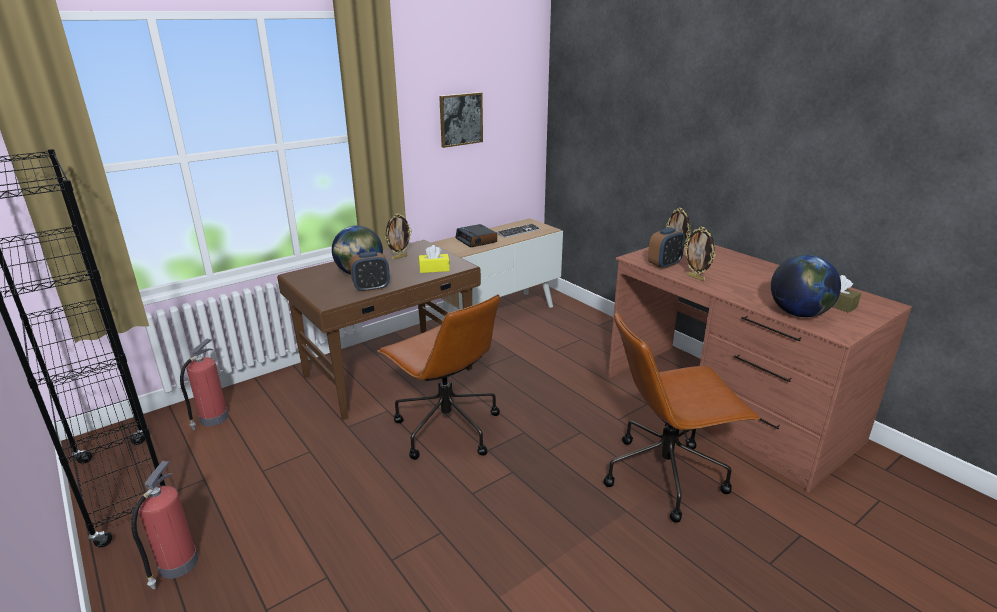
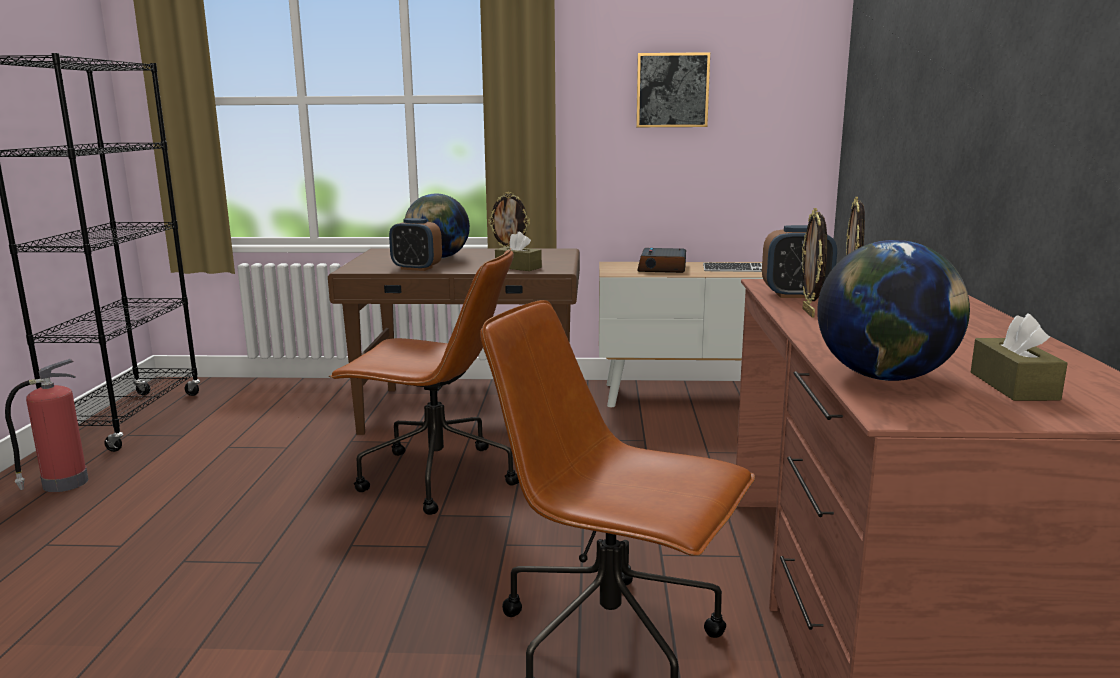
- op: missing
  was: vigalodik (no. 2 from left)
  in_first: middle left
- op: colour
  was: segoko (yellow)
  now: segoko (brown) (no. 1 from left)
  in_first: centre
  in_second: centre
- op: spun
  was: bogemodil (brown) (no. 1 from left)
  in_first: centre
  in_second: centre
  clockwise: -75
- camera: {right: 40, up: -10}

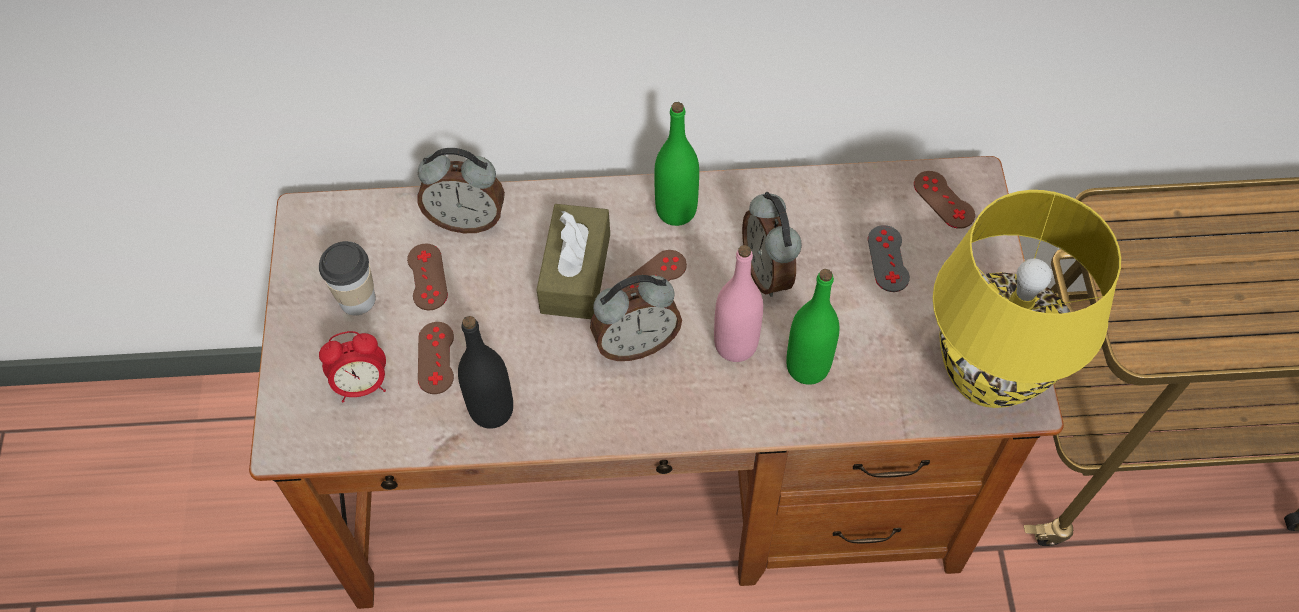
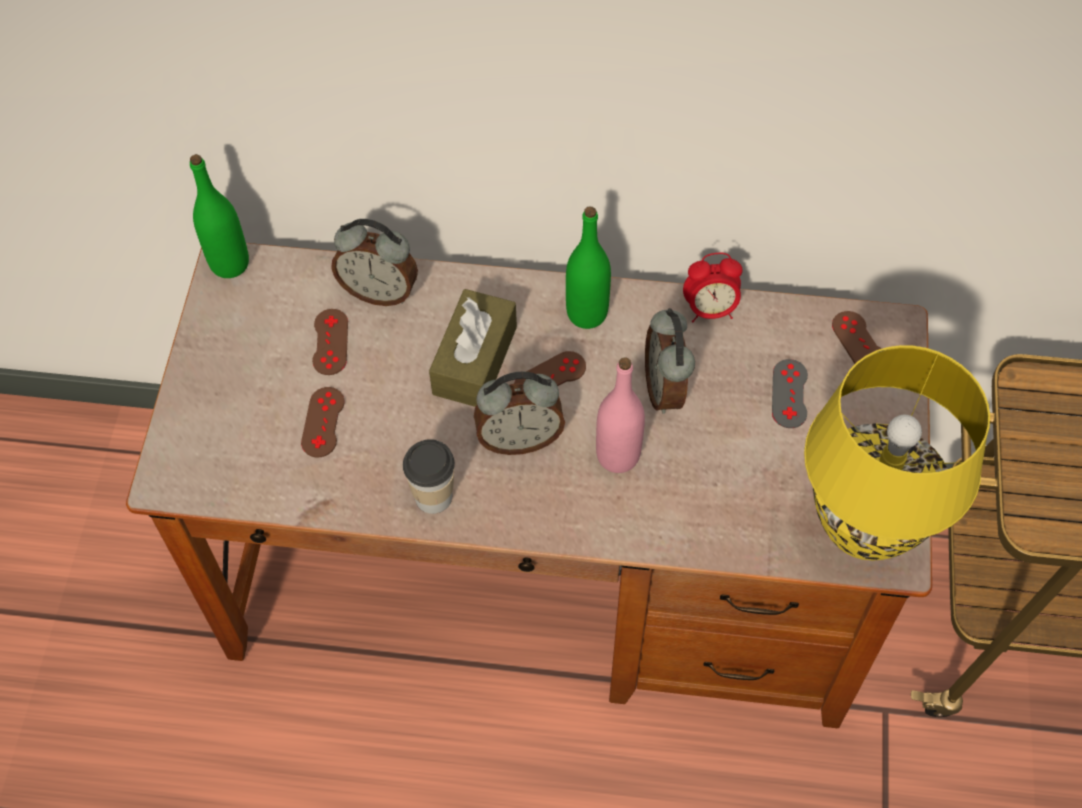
- op: missing
  was: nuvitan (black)
  in_first: centre
- op: relocated
  was: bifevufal
  in_first: middle left
  in_second: centre
- op: relocated
  was: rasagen (no. 1 from left in the first image)
  now: rasagen (no. 4 from left)
  in_first: middle left
  in_second: centre
- op: relocated
  was: nuvitan (green) (no. 2 from left in the first image)
  now: nuvitan (green) (no. 1 from left)
  in_first: centre
  in_second: top left
- camera: {right: 10, up: 0}

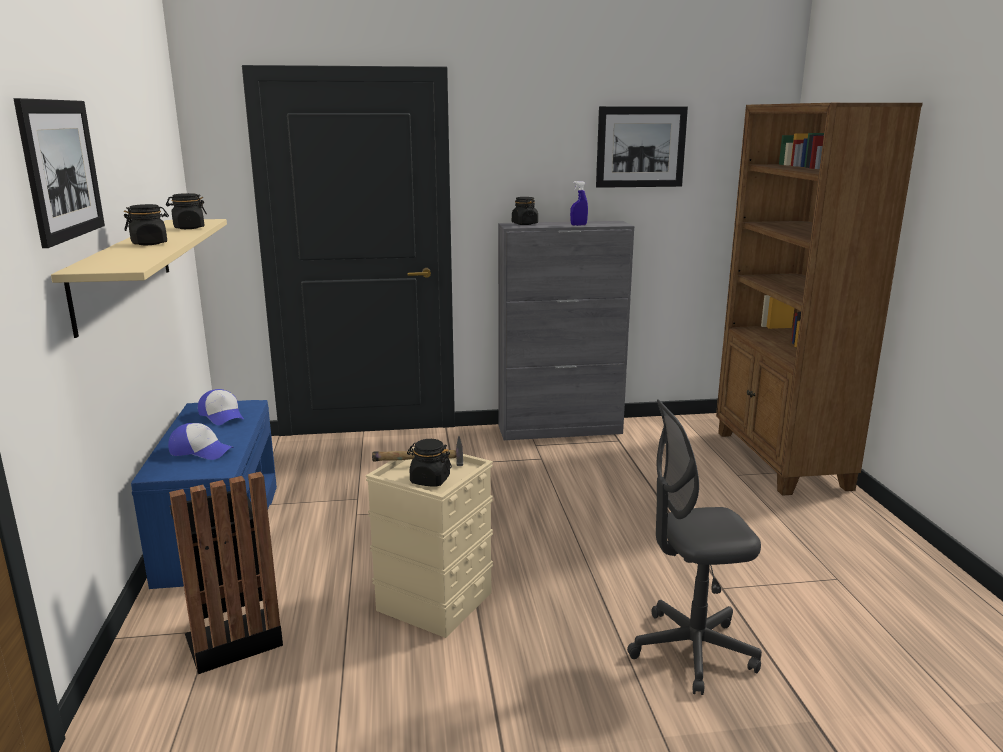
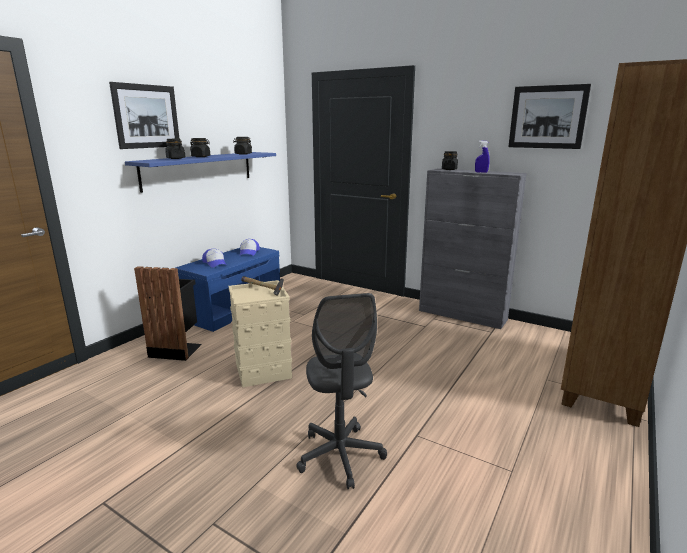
- op: relocated
  was: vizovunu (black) (no. 3 from left in the first image)
  now: vizovunu (black) (no. 1 from left)
  in_first: centre
  in_second: top left
- op: colour
  was: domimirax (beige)
  now: domimirax (blue)
  in_first: middle left
  in_second: top left
- op: spun
  was: bogemodil (grey)
  in_first: bottom right
  in_second: bottom centre
  clockwise: -135
- camera: {right: 40, up: 0}

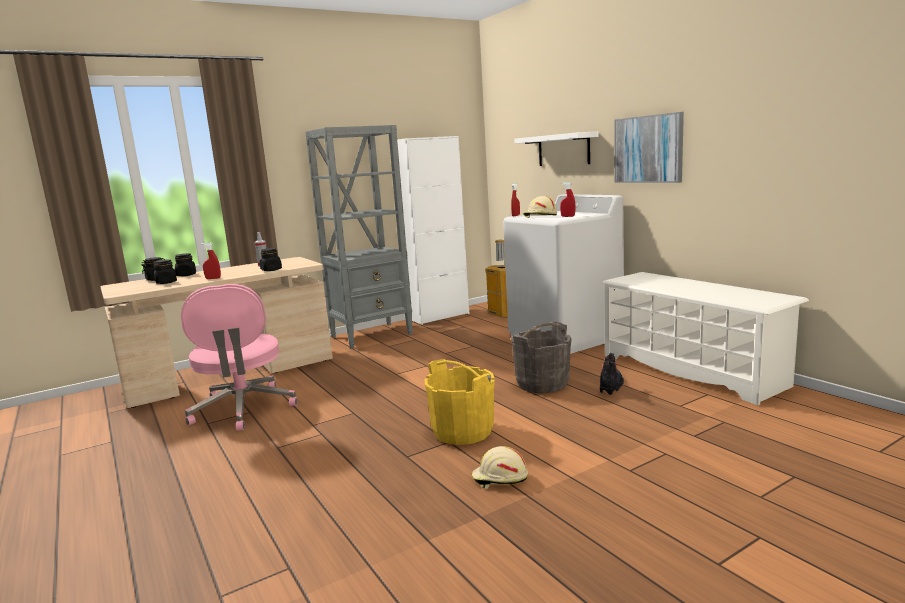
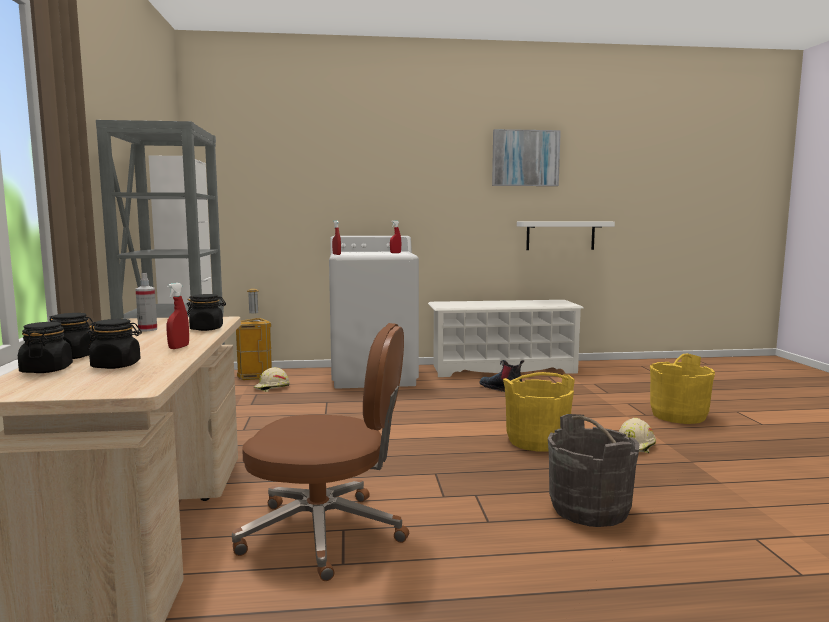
- op: appeared
  now: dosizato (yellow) (no. 2 from left)
  in_second: middle right
- op: relocated
  was: dosizato (grey)
  in_first: centre
  in_second: bottom right
- op: relocated
  was: domimirax (white)
  in_first: top centre
  in_second: middle right
- op: relocated
  was: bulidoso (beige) (no. 2 from left in the first image)
  now: bulidoso (beige) (no. 1 from left)
  in_first: centre
  in_second: middle left
- op: relocated
  was: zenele
  in_first: top right
  in_second: top centre
- op: colour
  was: bogemodil (pink)
  now: bogemodil (brown)
  in_first: middle left
  in_second: bottom centre
- camera: {right: -65, up: -5}

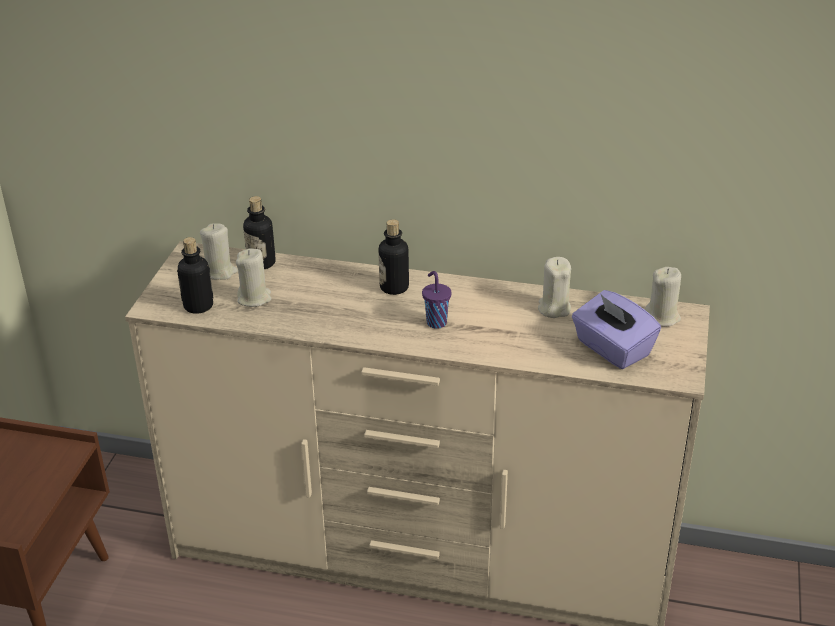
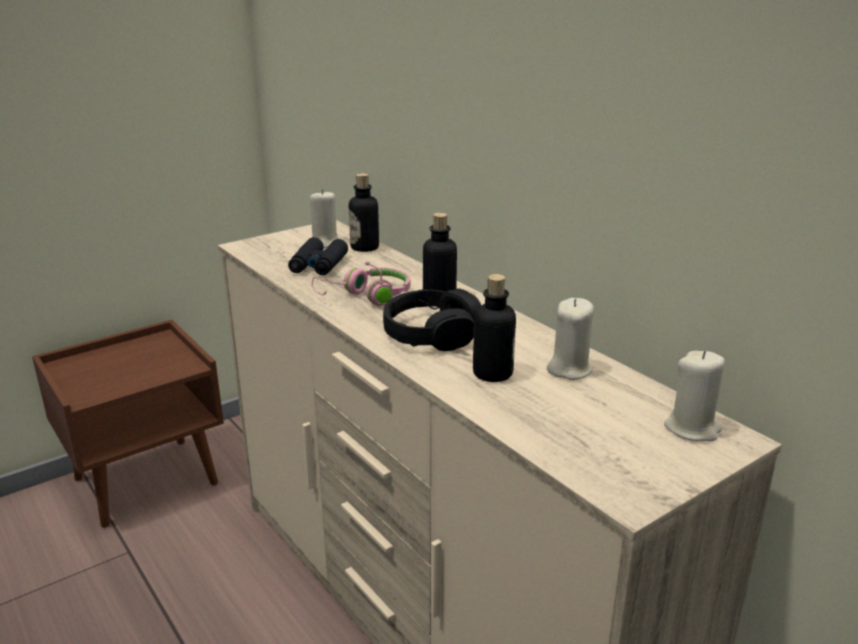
- op: missing
  was: segoko (purple)
  in_first: middle right
- op: appeared
  now: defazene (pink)
  in_second: centre
- op: relocated
  was: nuvitan (no. 1 from left in the first image)
  now: nuvitan (no. 3 from left)
  in_first: middle left
  in_second: centre
- op: exchanged
  was: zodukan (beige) (no. 2 from left)
  now: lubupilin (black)
  in_first: middle left
  in_second: centre
- op: exchanged
  was: bifevufal (purple)
  now: defazene (black)
  in_first: centre
  in_second: centre
- camera: {right: 40, up: -10}

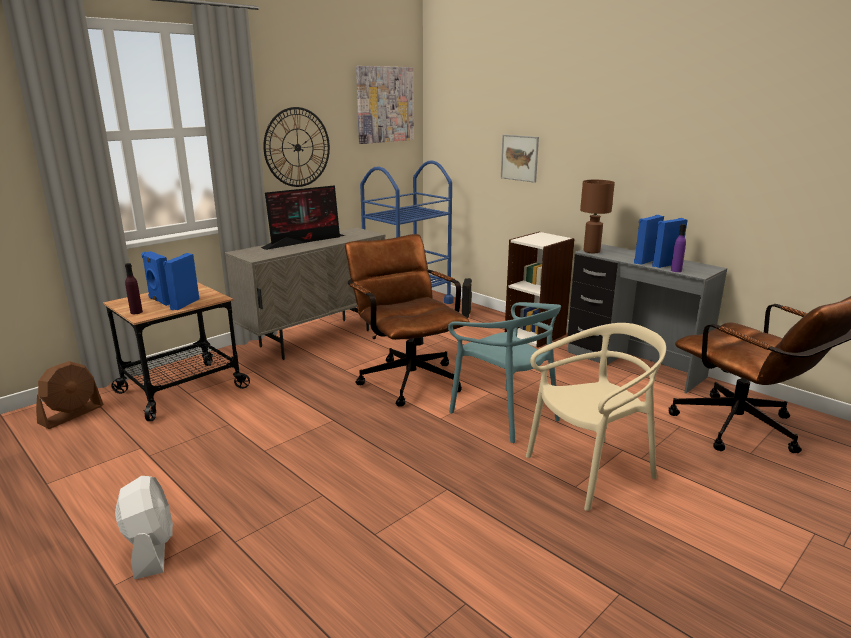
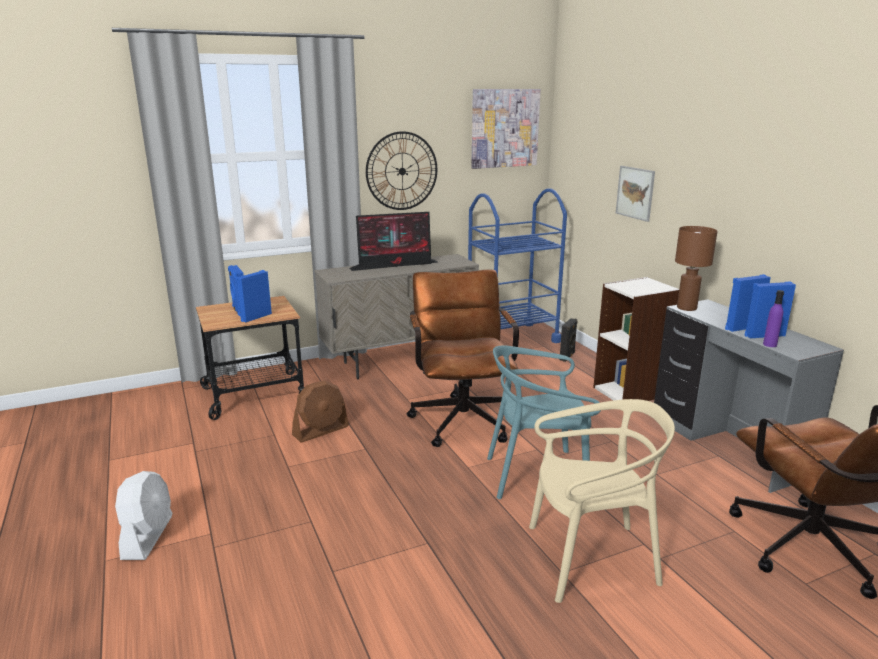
- op: missing
  was: nuvitan (purple) (no. 1 from left)
  in_first: middle left
- op: relocated
  was: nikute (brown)
  in_first: middle left
  in_second: centre
- op: spun
  was: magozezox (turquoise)
  in_first: centre
  in_second: centre
  clockwise: 105
- camera: {right: 20, up: 0}

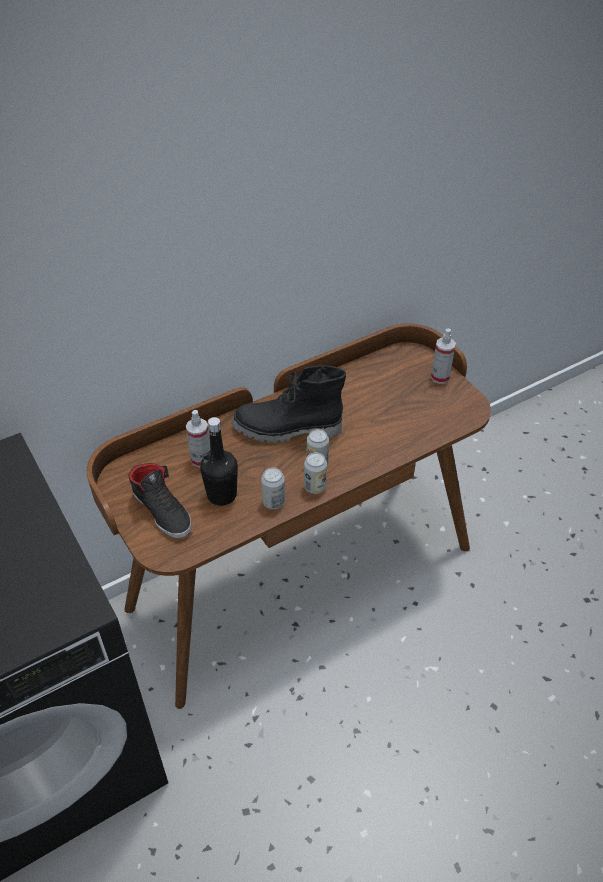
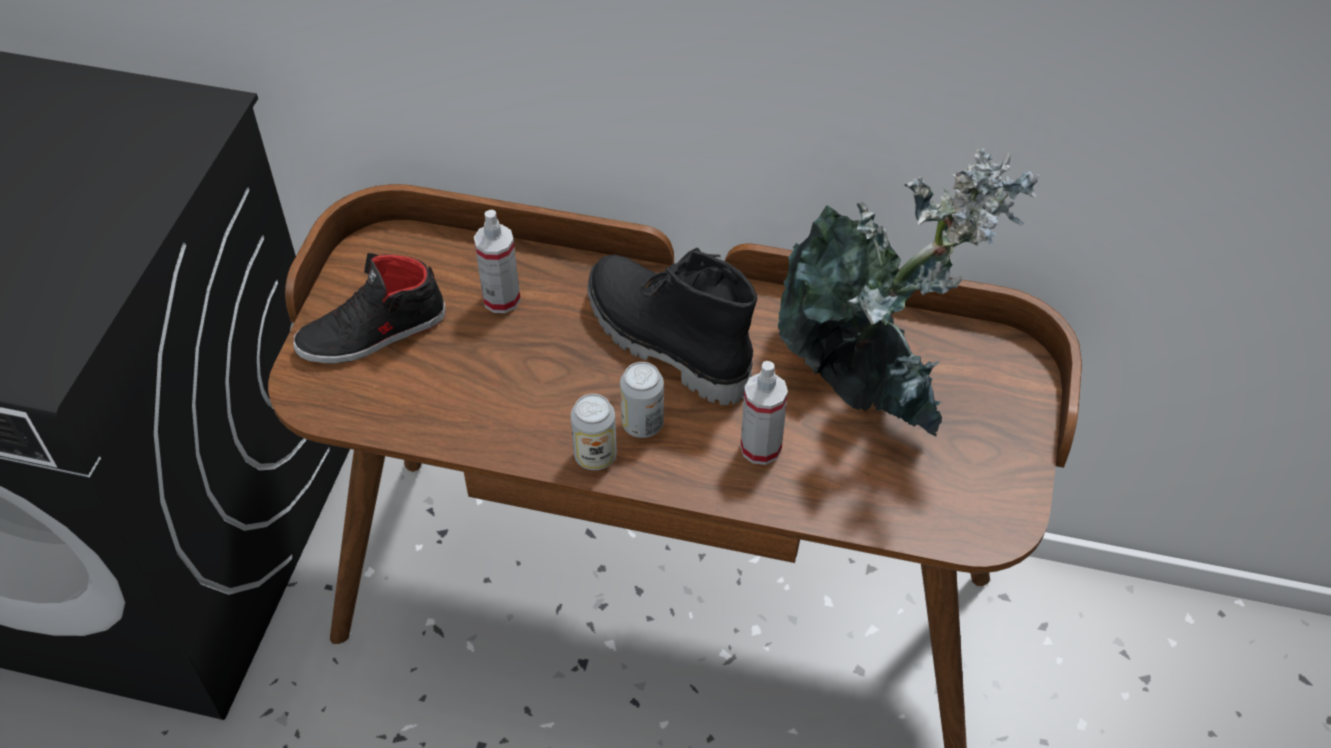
- op: missing
  was: nuvitan (black)
  in_first: centre
- op: missing
  was: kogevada (no. 1 from left)
  in_first: centre
- op: appeared
  now: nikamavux
  in_second: middle right
- op: relocated
  was: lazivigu (no. 2 from left)
  in_first: middle right
  in_second: centre
- op: spun
  was: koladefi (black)
  in_first: middle left
  in_second: middle left
  clockwise: 60
- camera: {right: 45, up: 5}

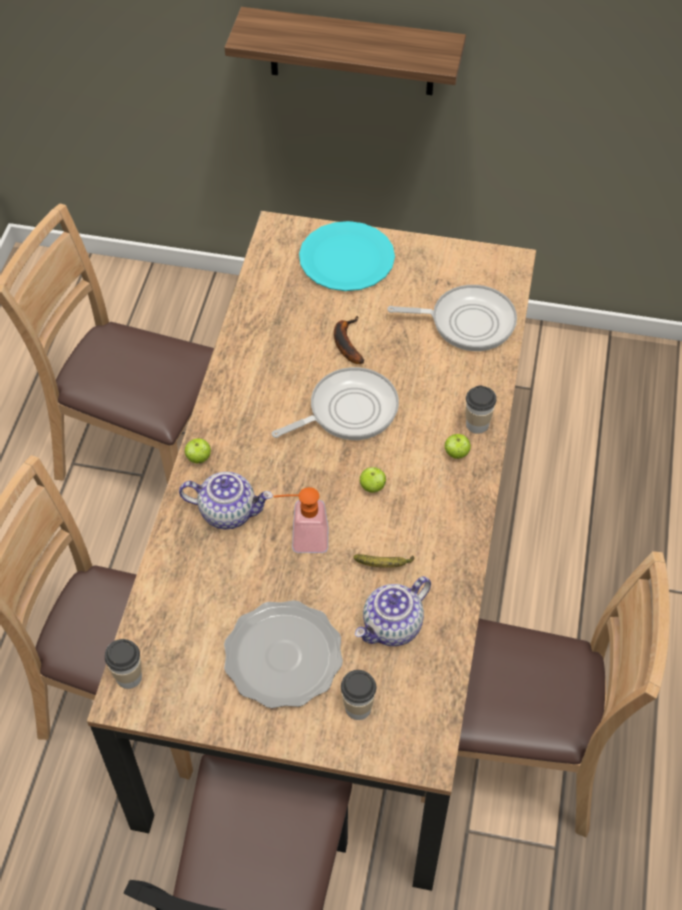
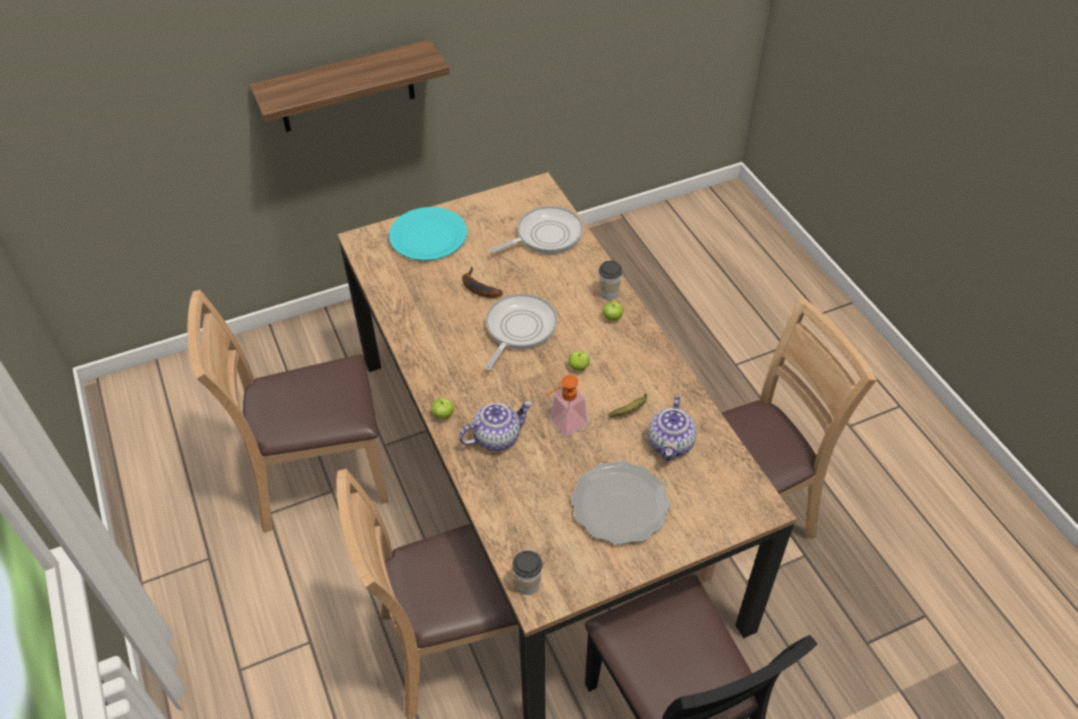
- op: missing
  was: bifevufal (no. 2 from left)
  in_first: bottom centre
- camera: {right: -35, up: -5}

